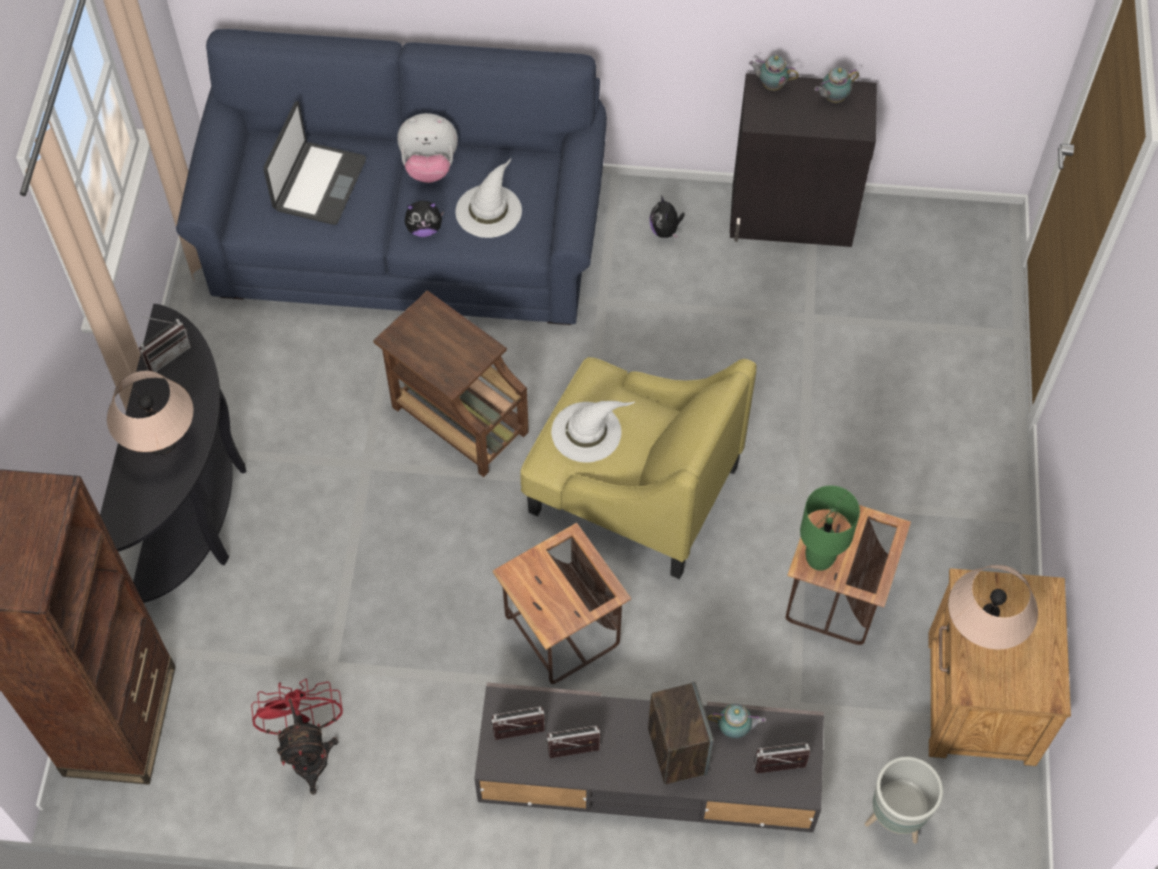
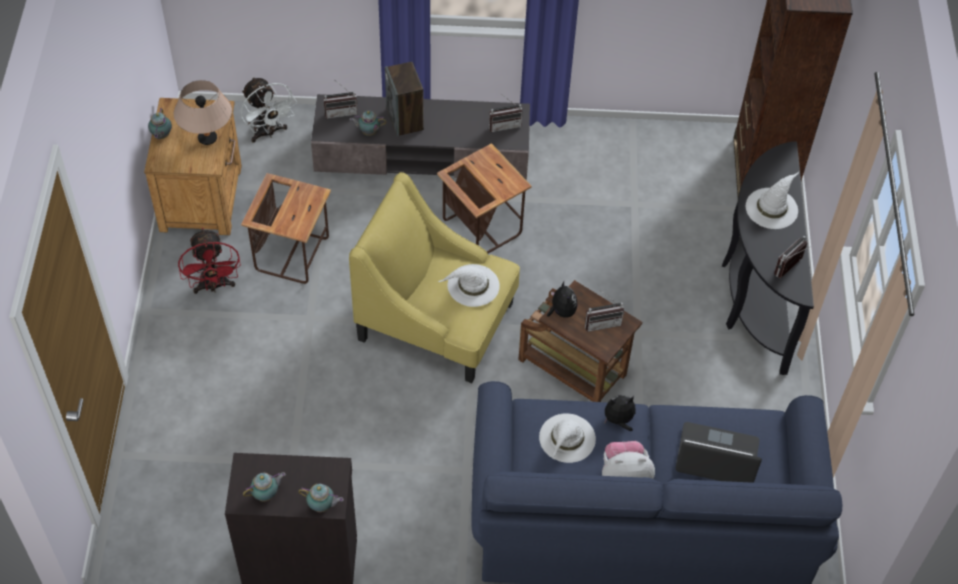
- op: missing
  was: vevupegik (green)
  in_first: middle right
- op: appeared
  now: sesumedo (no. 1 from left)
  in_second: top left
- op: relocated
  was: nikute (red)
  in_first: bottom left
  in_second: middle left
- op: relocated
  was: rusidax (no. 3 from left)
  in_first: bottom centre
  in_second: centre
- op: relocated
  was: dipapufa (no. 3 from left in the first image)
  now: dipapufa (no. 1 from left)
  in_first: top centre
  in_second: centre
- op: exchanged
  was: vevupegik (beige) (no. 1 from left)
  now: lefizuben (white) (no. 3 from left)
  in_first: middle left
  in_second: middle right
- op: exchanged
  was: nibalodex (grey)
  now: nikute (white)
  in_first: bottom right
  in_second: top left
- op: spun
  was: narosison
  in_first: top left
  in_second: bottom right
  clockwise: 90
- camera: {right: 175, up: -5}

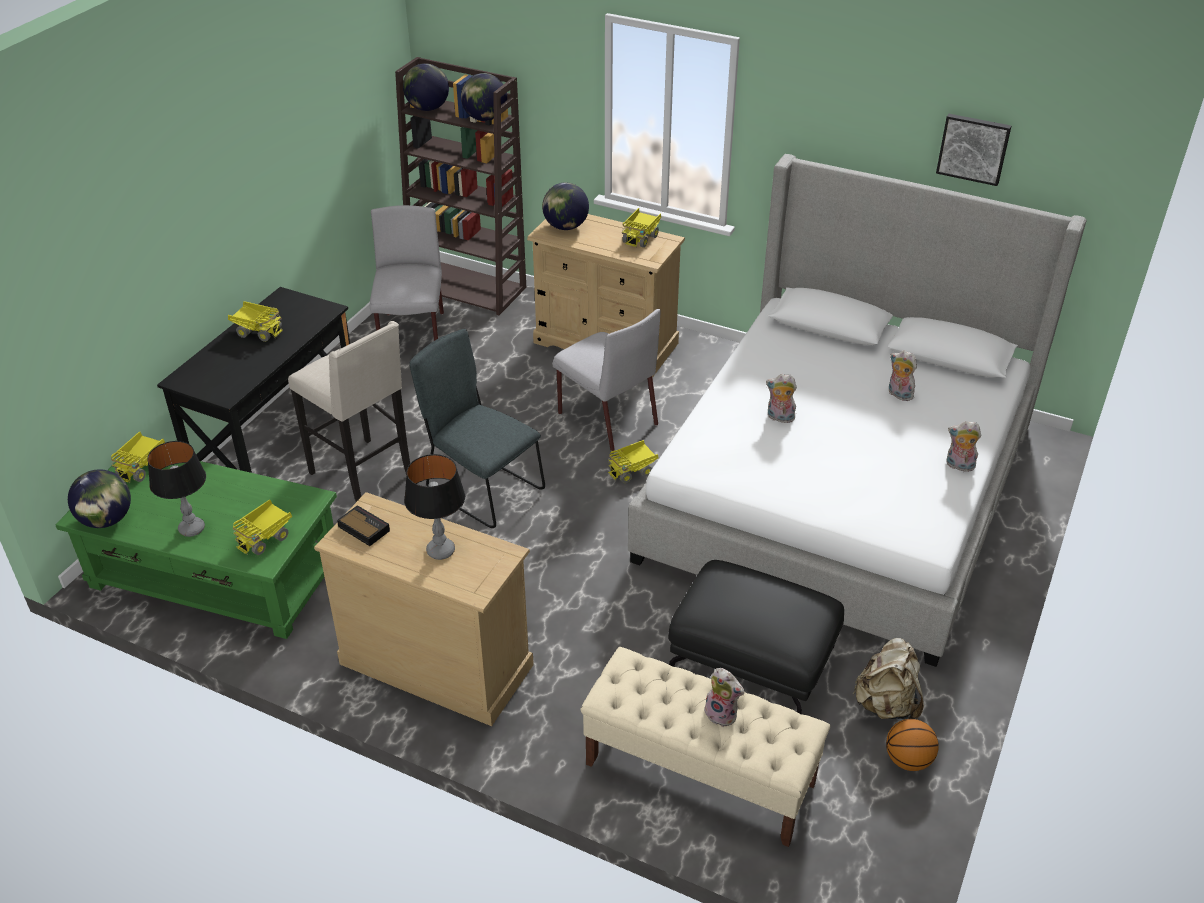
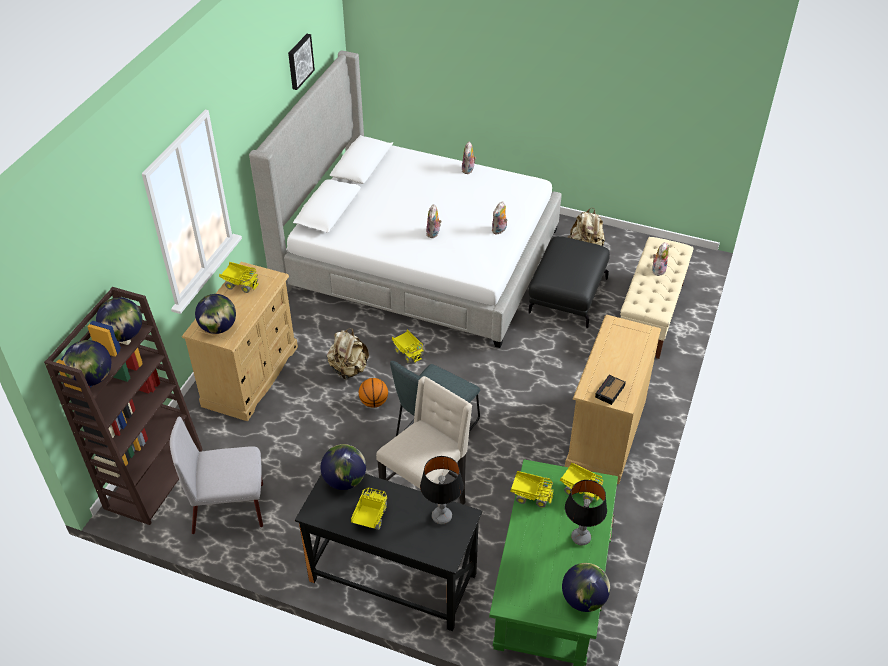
- op: appeared
  now: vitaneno (no. 4 from left)
  in_second: bottom centre
- op: relocated
  was: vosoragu (no. 1 from left in the first image)
  now: vosoragu (no. 4 from left)
  in_first: middle left
  in_second: bottom centre
- op: relocated
  was: vevupegik (no. 2 from left in the first image)
  now: vevupegik (no. 1 from left)
  in_first: centre
  in_second: bottom centre
- op: relocated
  was: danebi
  in_first: bottom right
  in_second: centre
- op: relocated
  was: dipapufa (no. 3 from left)
  in_first: middle right
  in_second: top centre
- op: exchanged
  was: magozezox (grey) (no. 3 from left)
  now: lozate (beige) (no. 1 from left)
  in_first: centre
  in_second: centre
- camera: {right: -95, up: 5}

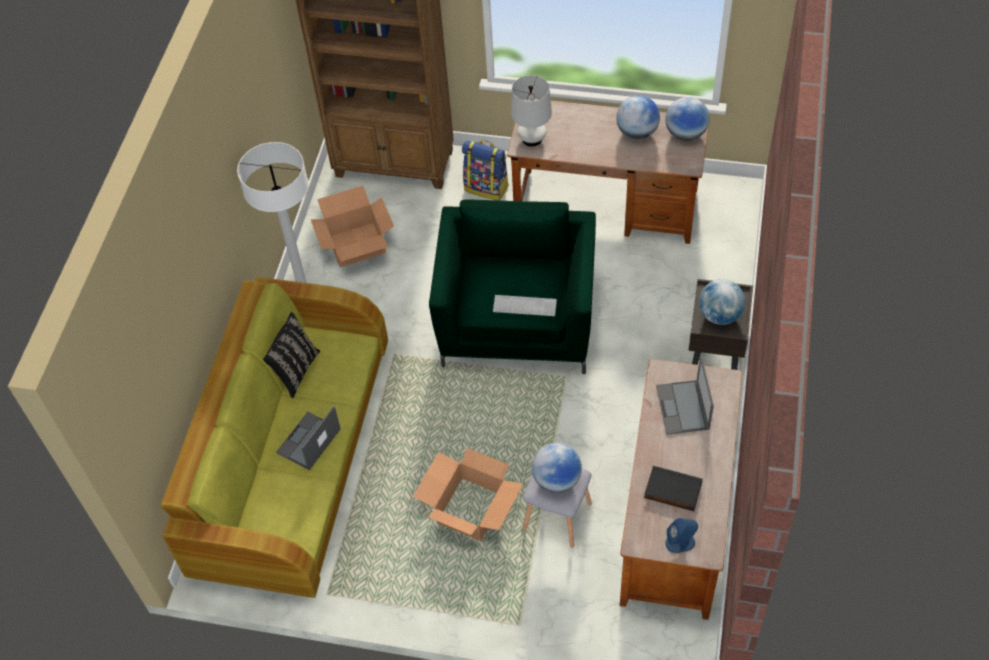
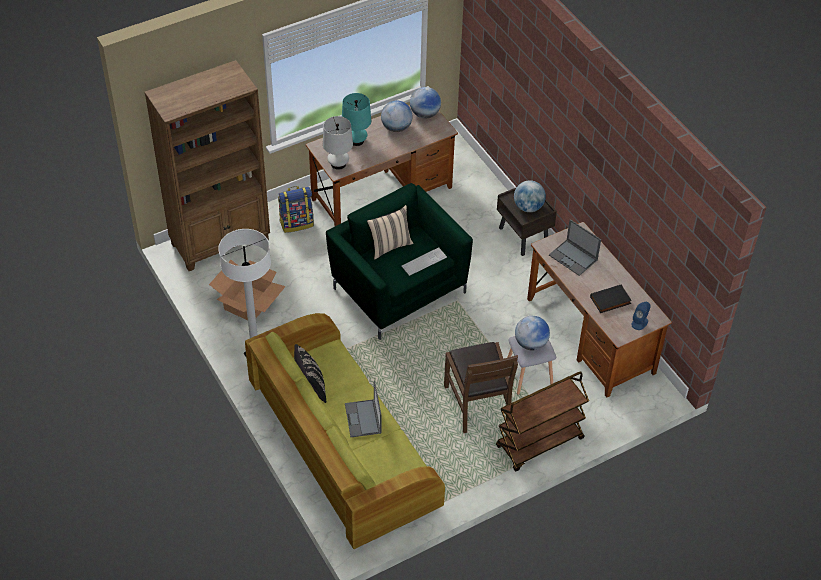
- op: appeared
  now: vevupegik (turquoise)
  in_second: top centre
- op: appeared
  now: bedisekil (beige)
  in_second: centre
- op: appeared
  now: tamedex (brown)
  in_second: bottom centre
- op: exchanged
  was: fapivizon (no. 2 from left)
  now: magozezox (brown)
  in_first: bottom centre
  in_second: bottom centre
- camera: {right: -45, up: -5}

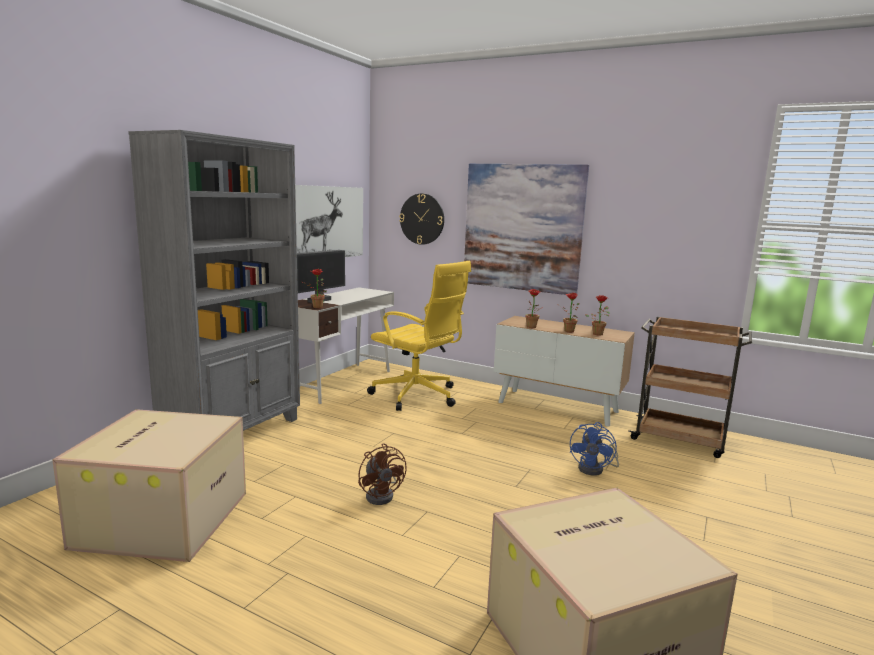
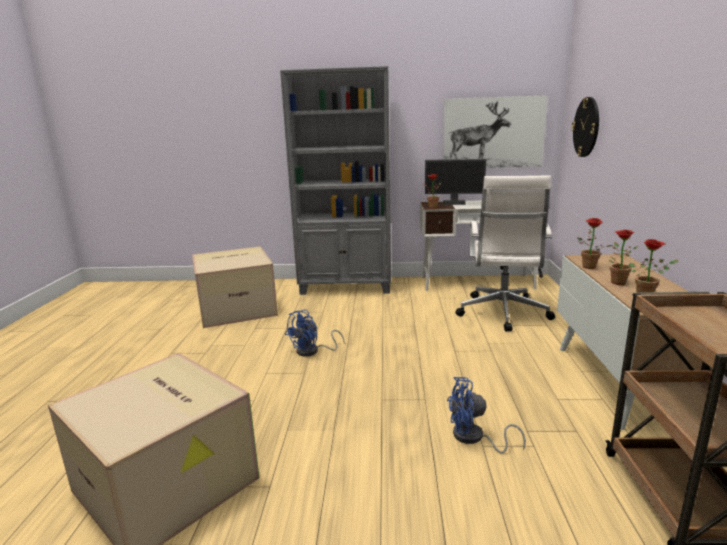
- op: missing
  was: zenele (no. 2 from left)
  in_first: centre
- op: colour
  was: nikute (brown)
  now: nikute (blue) (no. 1 from left)
  in_first: bottom centre
  in_second: centre
- op: colour
  was: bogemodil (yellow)
  now: bogemodil (white)
  in_first: centre
  in_second: middle right
- camera: {right: 65, up: 5}

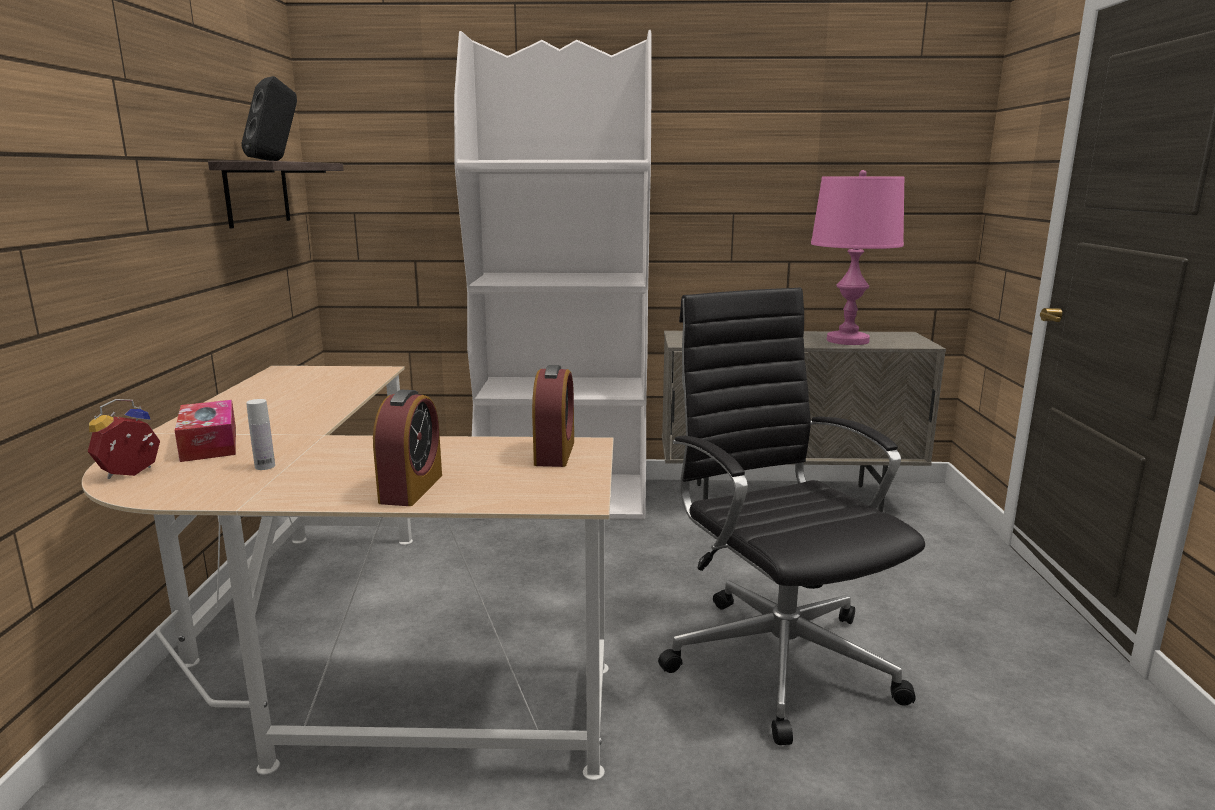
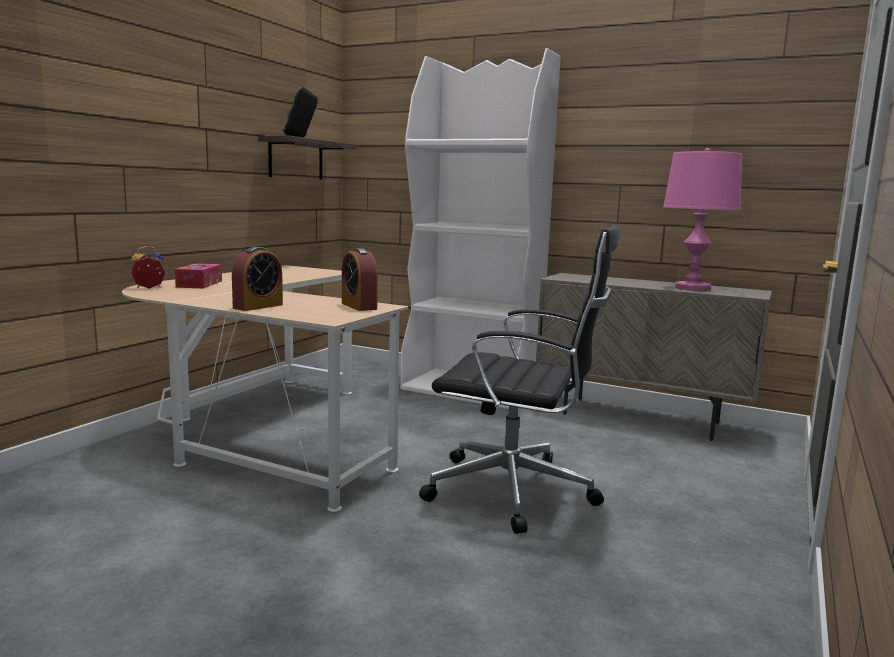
- op: missing
  was: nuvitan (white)
  in_first: middle left
- op: spun
  was: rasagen (no. 3 from left)
  in_first: centre
  in_second: centre
  clockwise: 120
- op: spun
  was: bogemodil (black)
  in_first: centre
  in_second: centre
  clockwise: 105
- camera: {right: 25, up: -5}

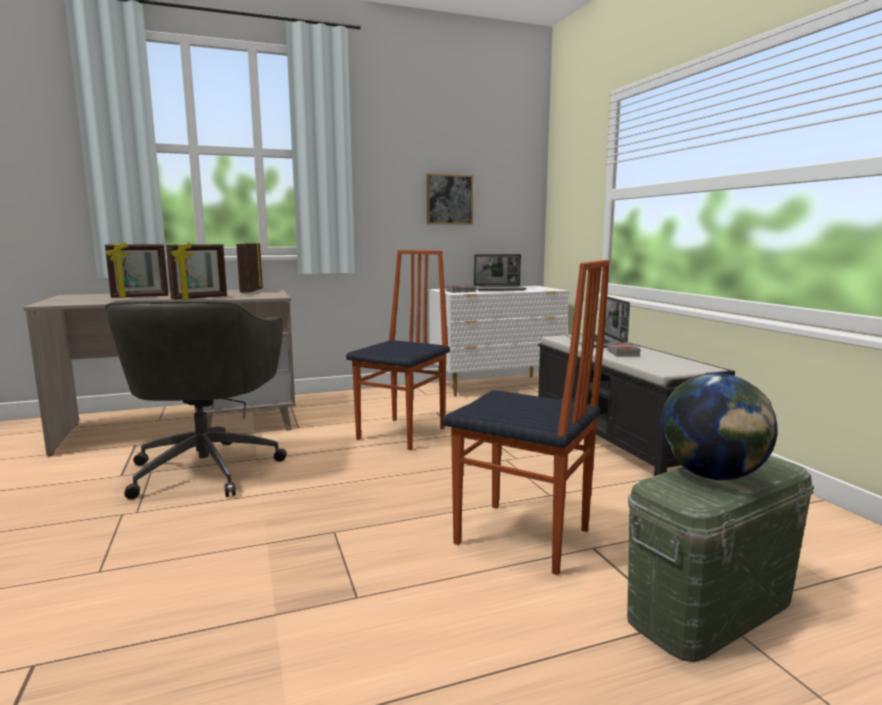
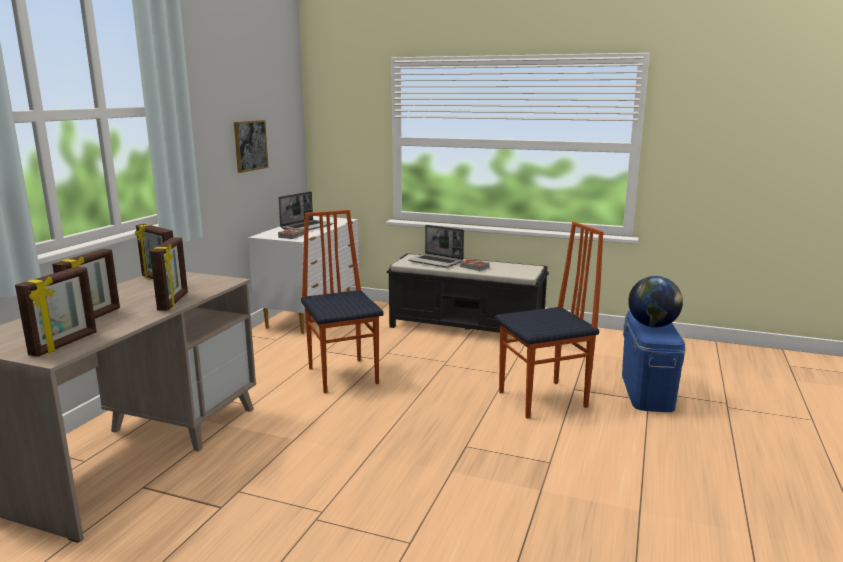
- op: missing
  was: bogemodil (grey)
  in_first: middle left
- op: appeared
  now: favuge (no. 1 from left)
  in_second: middle left
- op: colour
  was: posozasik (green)
  now: posozasik (blue)
  in_first: bottom right
  in_second: middle right
- camera: {right: -50, up: 5}

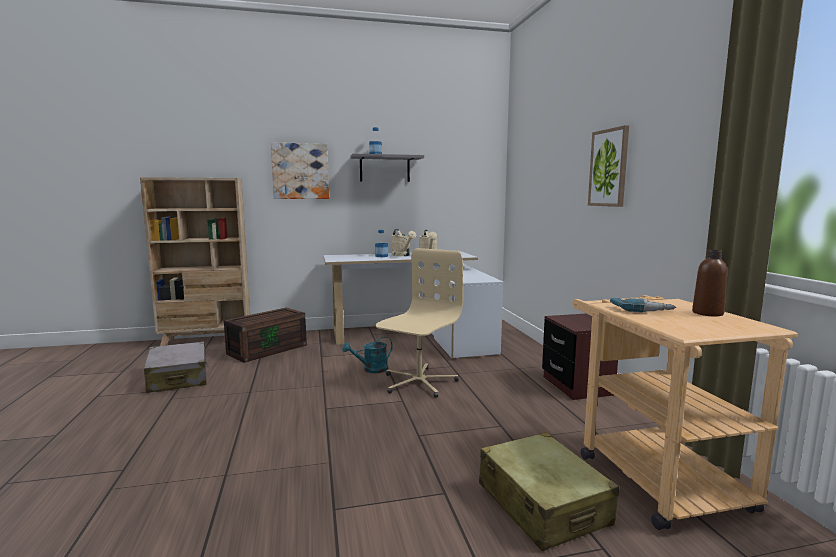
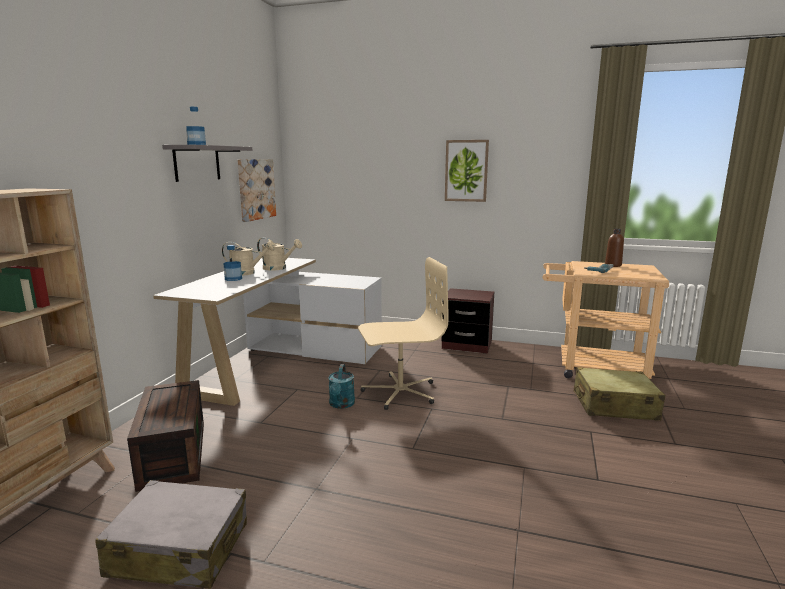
- op: relocated
  was: zenele (no. 1 from left)
  in_first: top centre
  in_second: top left
- op: spun
  was: bogemodil (beige)
  in_first: centre
  in_second: centre
  clockwise: 105
- camera: {right: -60, up: 5}

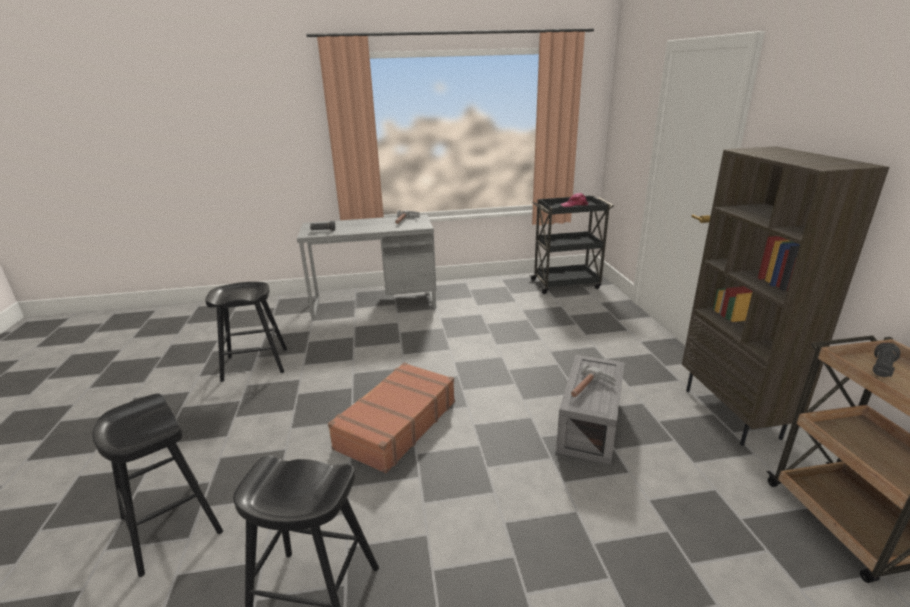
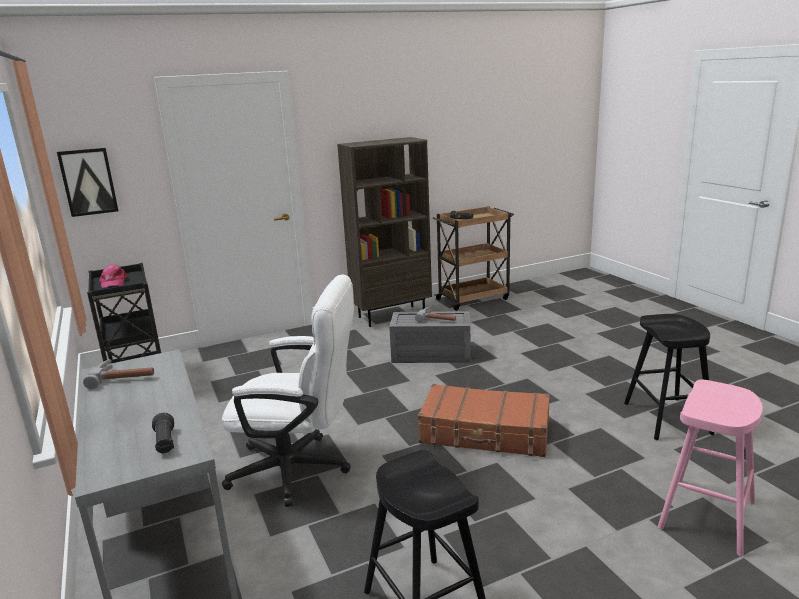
- op: appeared
  now: zenele
  in_second: top left
- op: appeared
  now: bogemodil (white)
  in_second: centre
- op: colour
  was: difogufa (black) (no. 1 from left)
  now: difogufa (pink)
  in_first: bottom left
  in_second: bottom right
- camera: {right: -105, up: -5}

